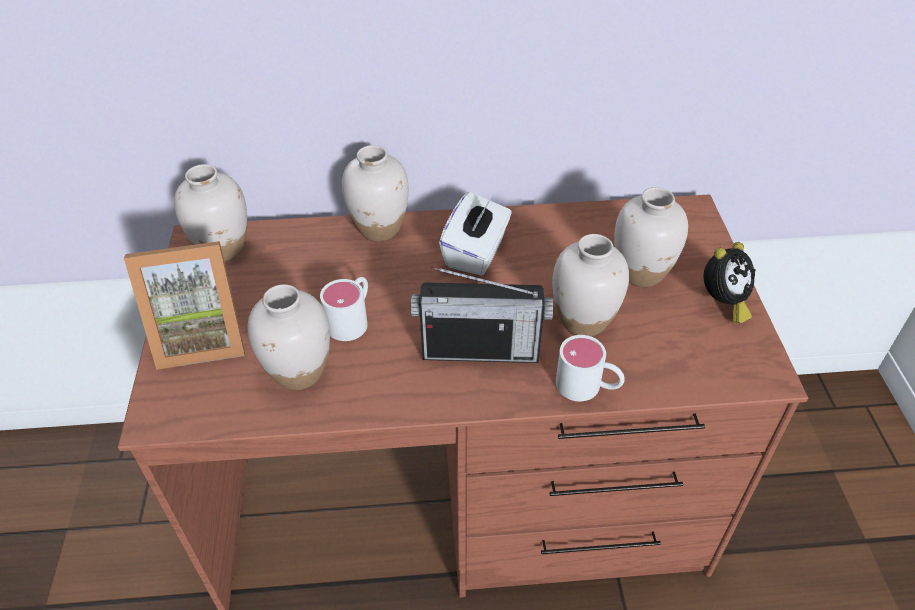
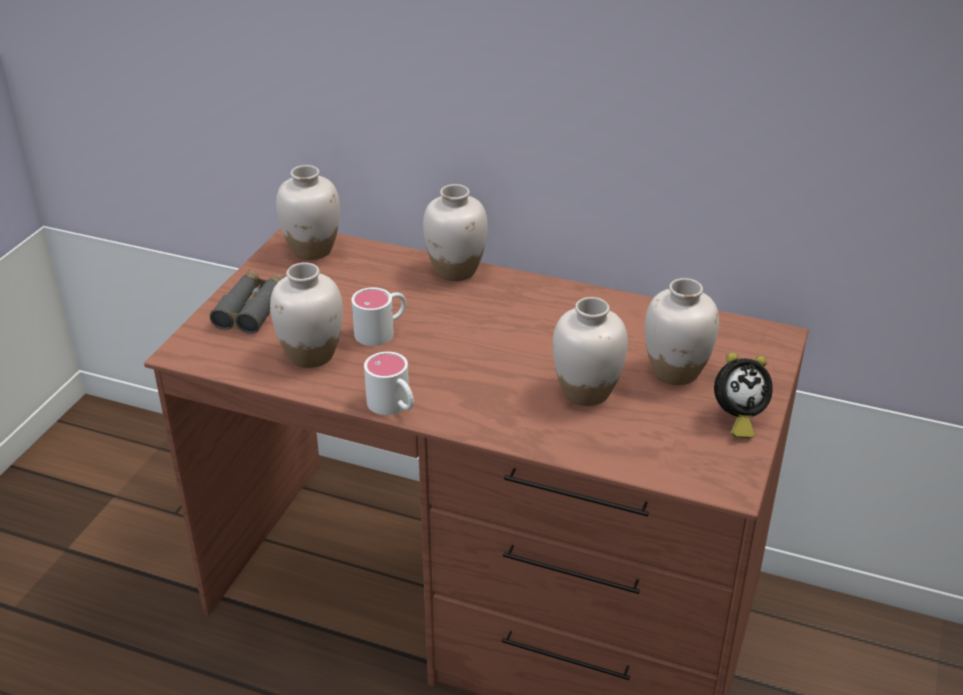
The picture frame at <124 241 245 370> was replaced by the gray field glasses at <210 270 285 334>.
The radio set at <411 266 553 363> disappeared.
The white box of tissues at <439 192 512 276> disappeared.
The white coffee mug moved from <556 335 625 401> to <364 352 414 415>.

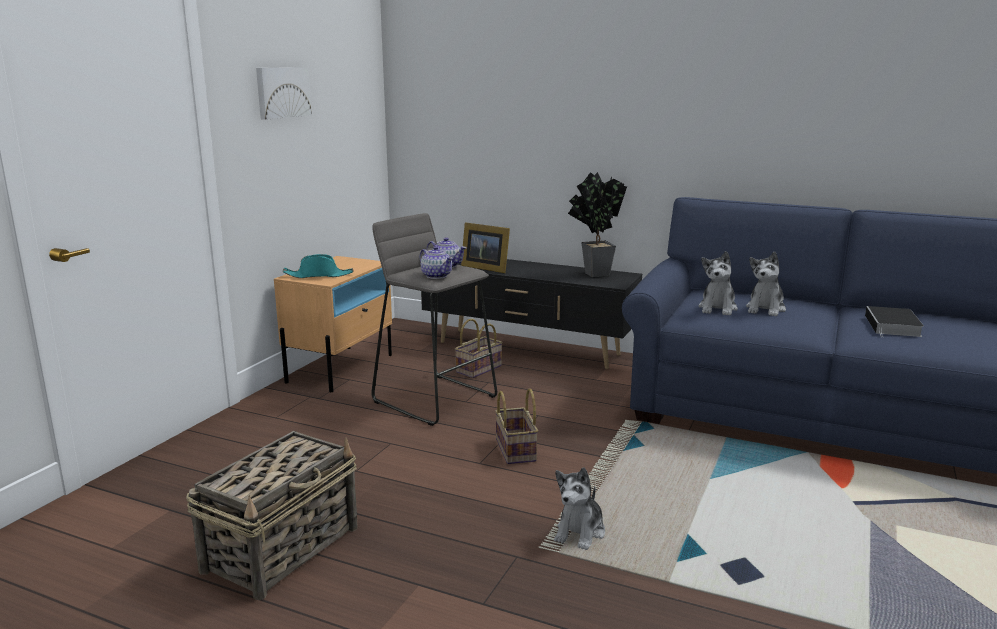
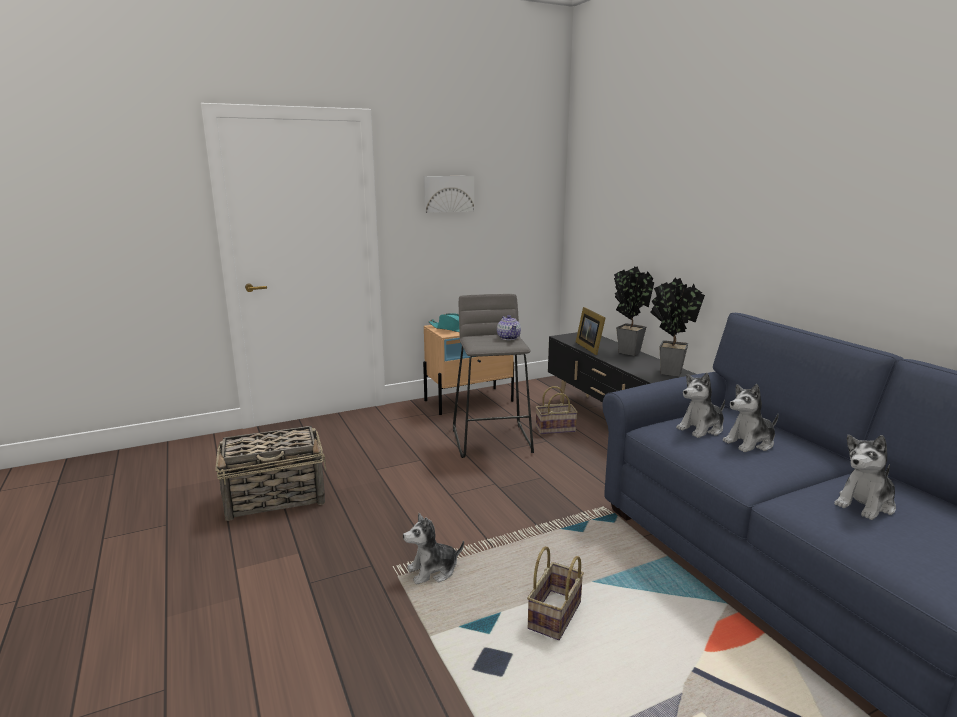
The tea pot at <420 246 453 279> disappeared.
The storage basket moved from <495 388 538 464> to <527 546 584 640>.
The bound book at <865 306 924 337> was replaced by the cuddly toy at <834 435 896 520>.
The plant in a pot at <614 266 654 356> appeared.

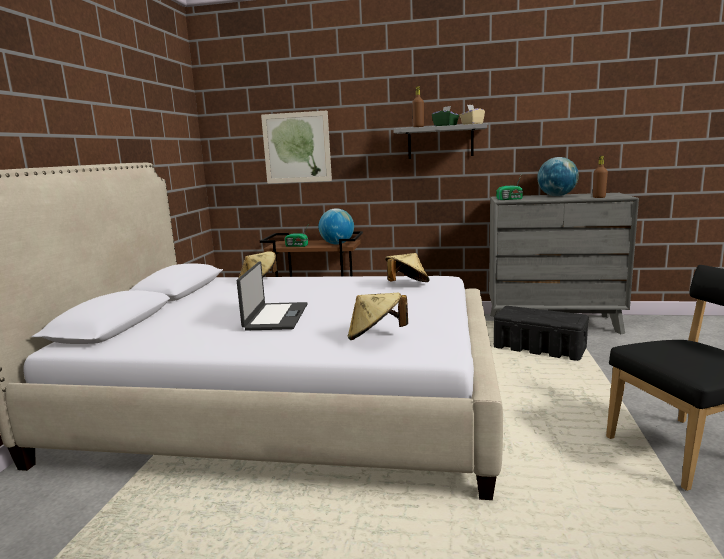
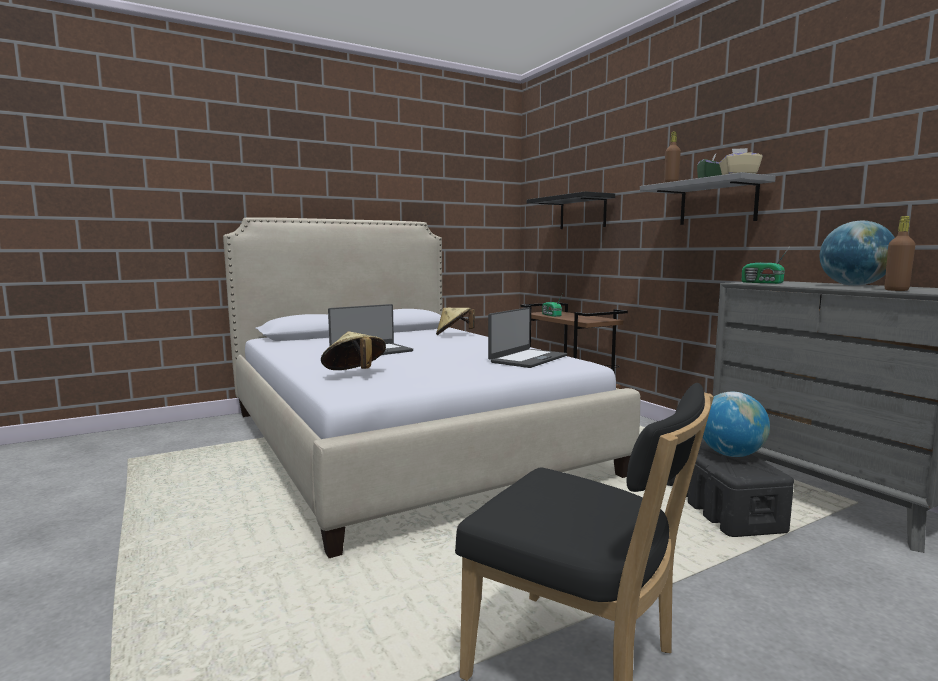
The wall picture at <261 110 332 184> was replaced by the black bracket shelf at <527 191 615 229>.
The globe moved from <319 208 354 244> to <703 392 770 457>.
The beige clothing hat at <385 253 430 282> was replaced by the laptop at <488 307 567 368>.

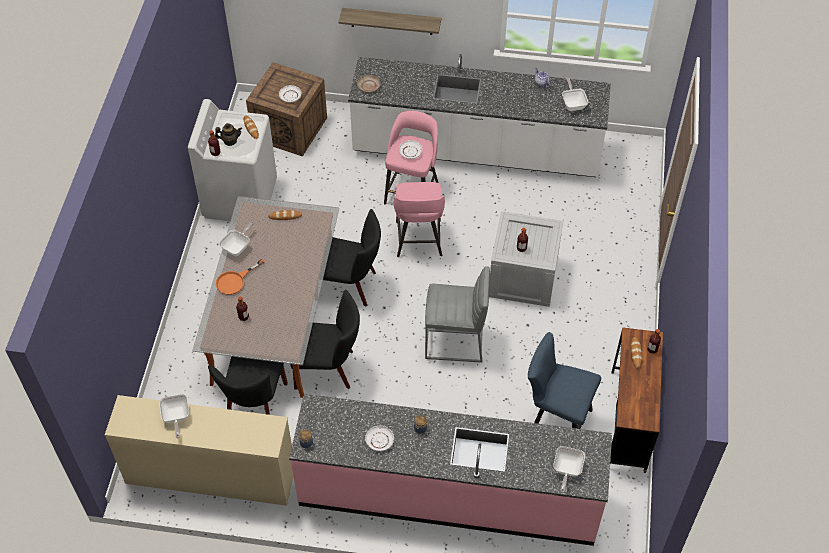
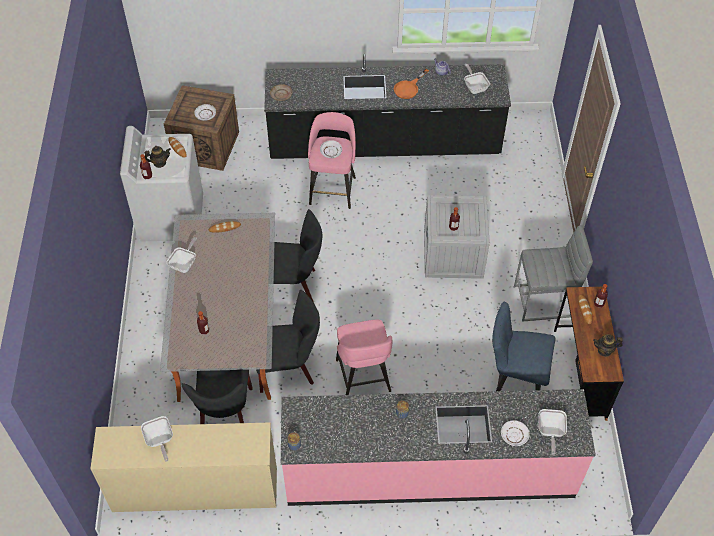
The orangey frying pan moved from <216 259 265 295> to <394 69 429 99>.
The bracket shelf at <339 8 441 35> disappeared.
The white kitchen base unit at <348 54 611 177> became the black kitchen base unit at <264 54 511 159>.
The white plate moved from <365 426 394 451> to <501 420 530 446>.
The pink-coloured stool seat moved from <394 182 445 257> to <336 320 392 395>.
The gray stool seat moved from <425 266 490 363> to <514 226 593 322>.
The tea pot at <593 334 623 357> appeared.

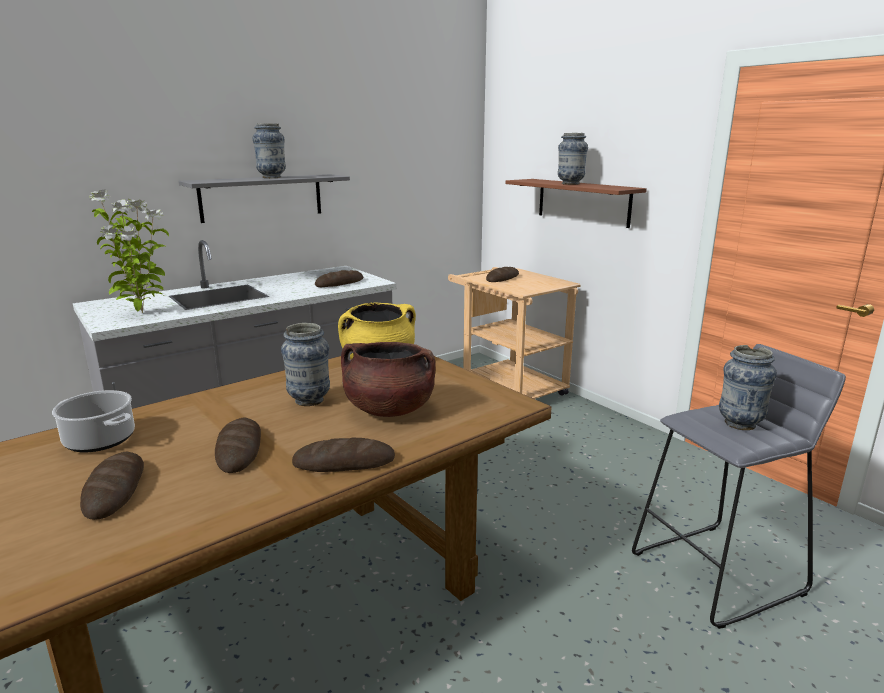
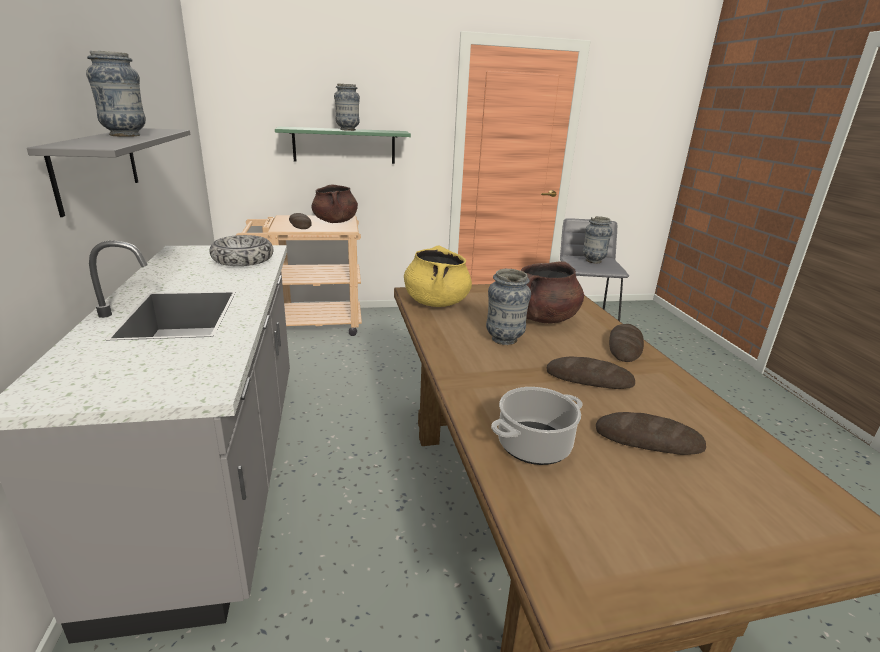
The plant in a pot at <88 190 169 313> disappeared.
The bakery bread at <315 270 363 287> was replaced by the bowl at <210 235 273 266>.
The brown bracket shelf at <506 179 647 228> became the greenish bracket shelf at <275 127 411 164>.
The brown cooking pot at <312 184 358 223> appeared.

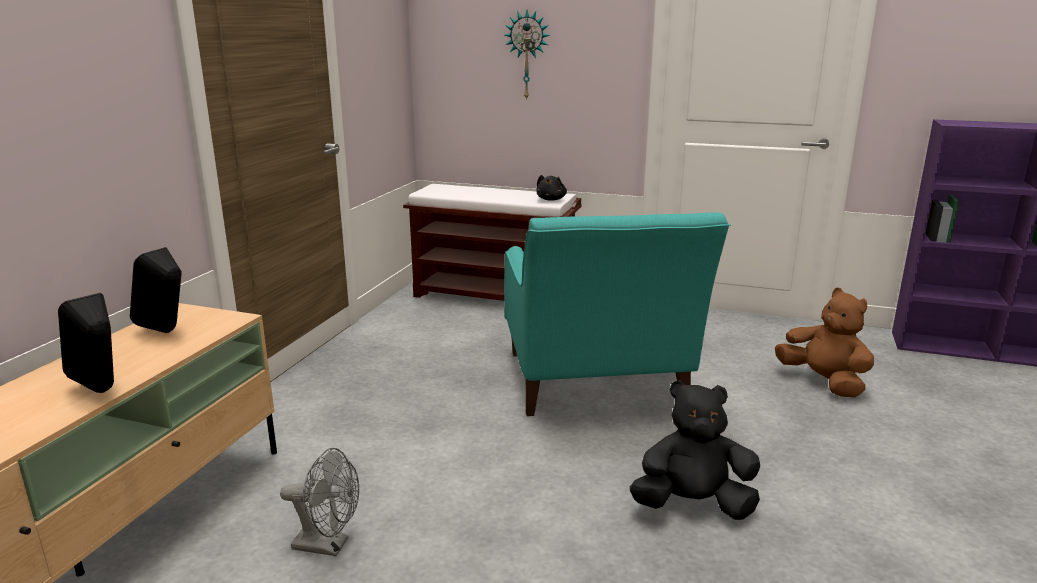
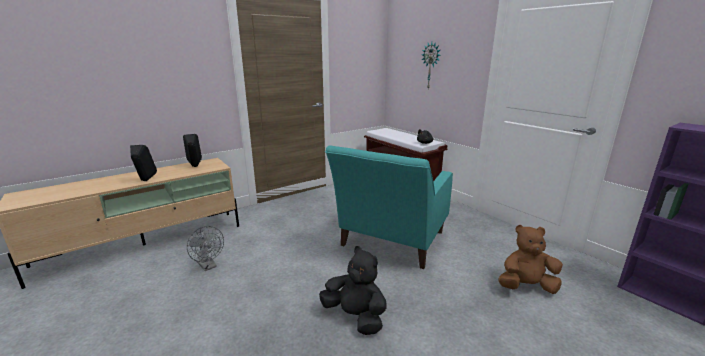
The brown cuddly toy at <775 288 874 397> turned 90 degrees counterclockwise.

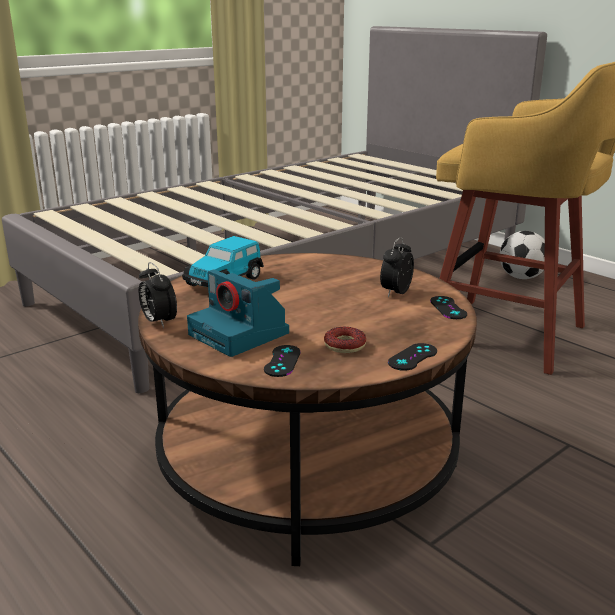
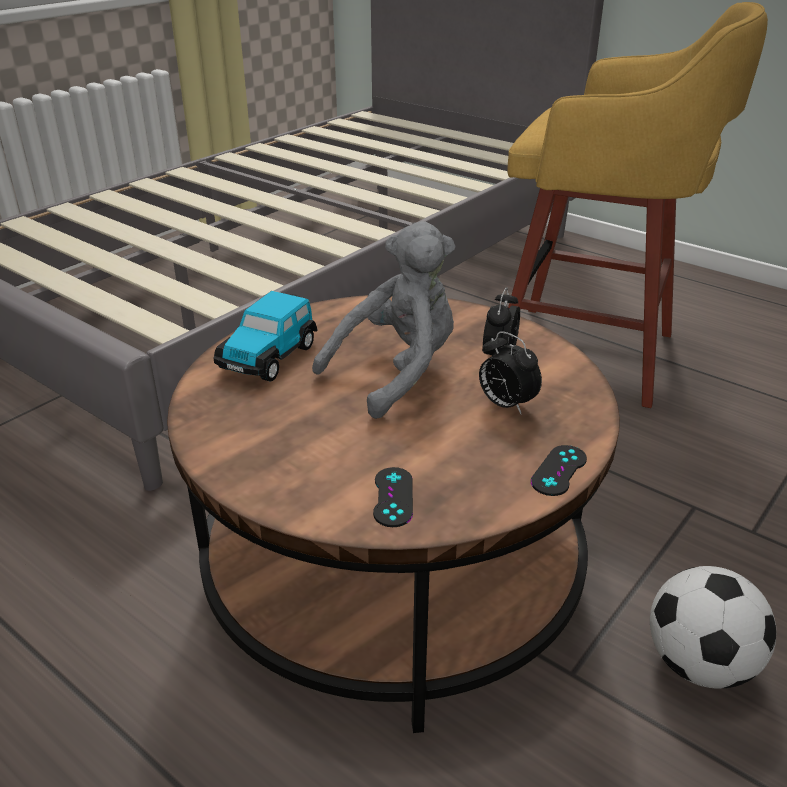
The bedside clock moved from <139 262 177 328> to <479 331 542 415>.
The photo camera at <187 269 289 357> disappeared.
The donut at <324 327 366 353> disappeared.
The black game controller at <430 296 467 319> disappeared.
The football moved from <499 231 545 279> to <650 566 776 689>.
The gray cuddly toy at <312 221 456 419> appeared.

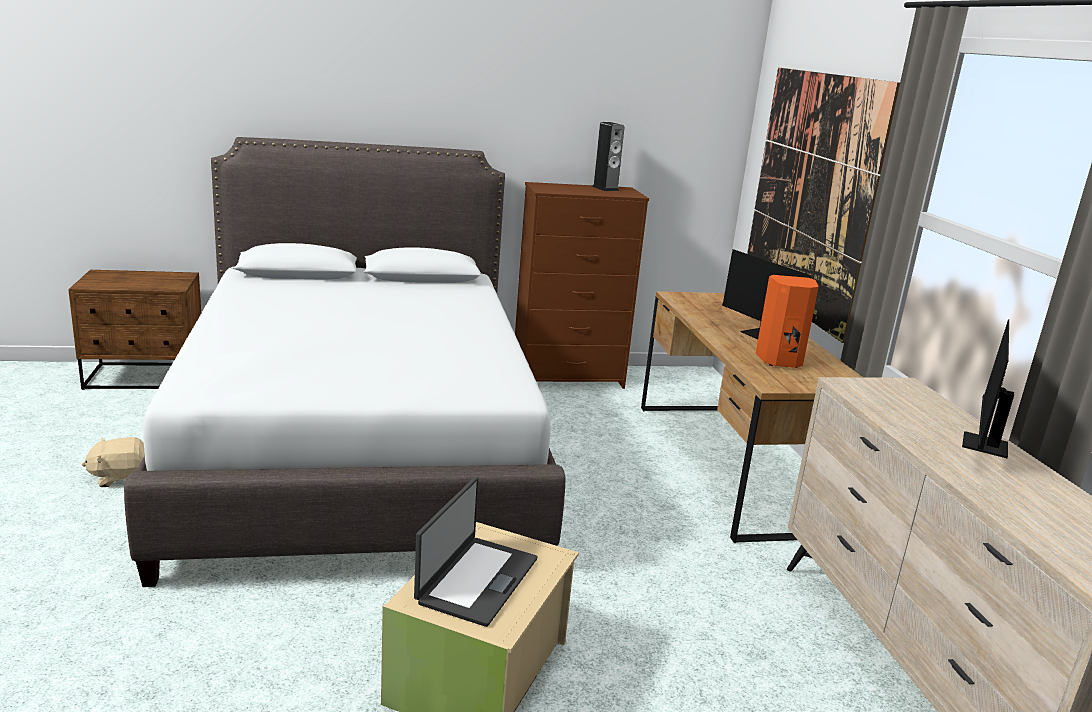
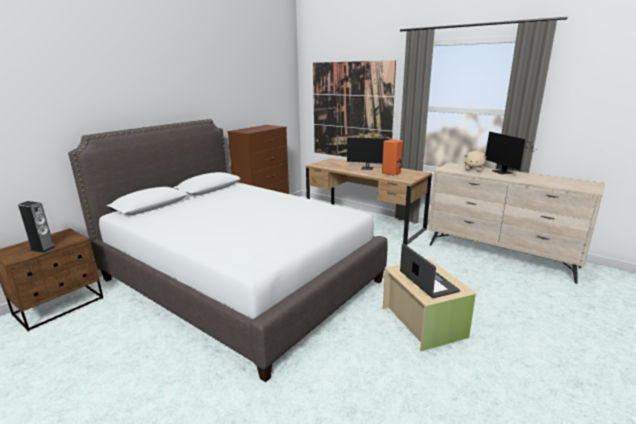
The beige cuddly toy moved from <82 437 145 487> to <464 151 487 172>.
The audio speaker moved from <592 122 625 191> to <18 201 56 253>.

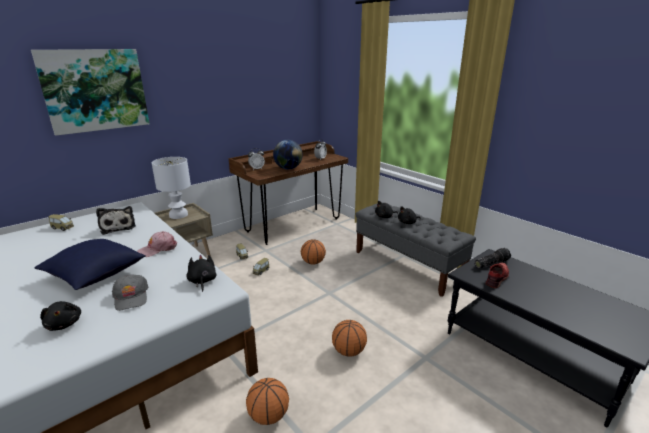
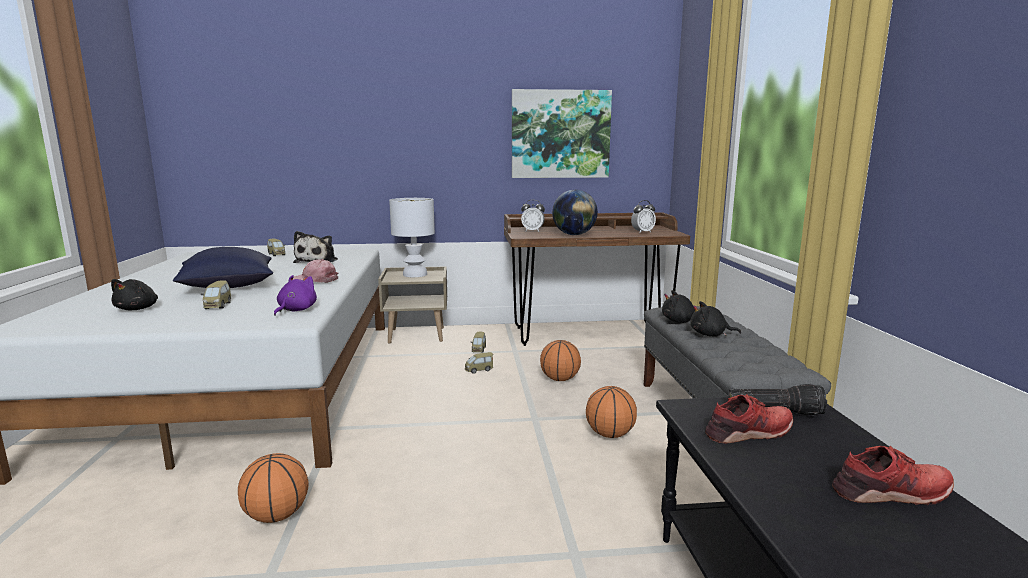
The wall picture moved from <31 49 150 136> to <512 89 612 178>.
The gray peaked cap at <112 274 149 311> was replaced by the model car at <201 280 231 309>.
The black cuddly toy at <187 255 217 292> became the purple-coloured cuddly toy at <274 275 317 316>.
The ball for basketball moved from <332 320 367 357> to <586 386 637 438>.
The red low shoe at <832 446 954 505> appeared.

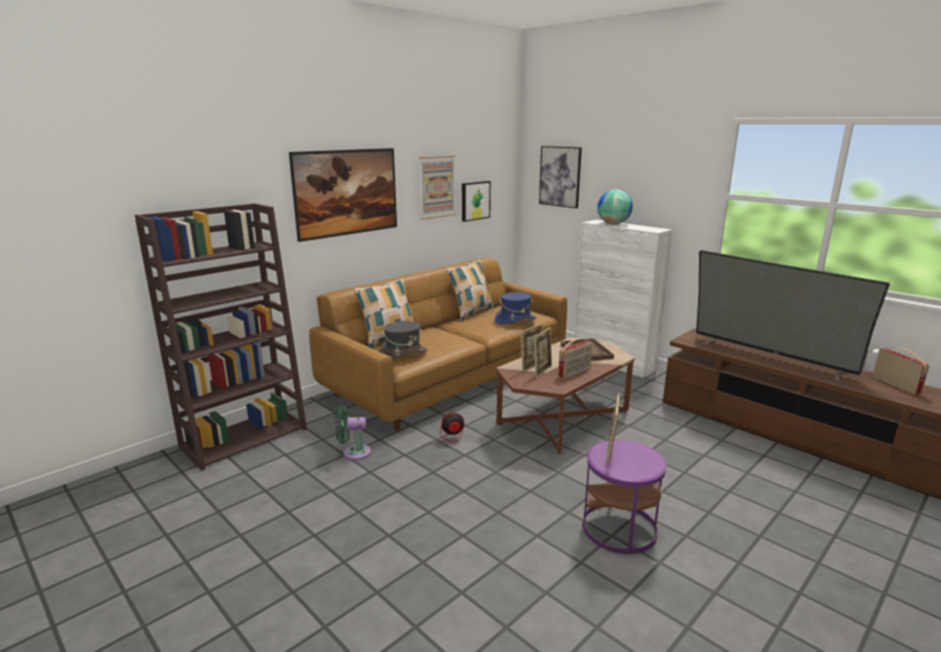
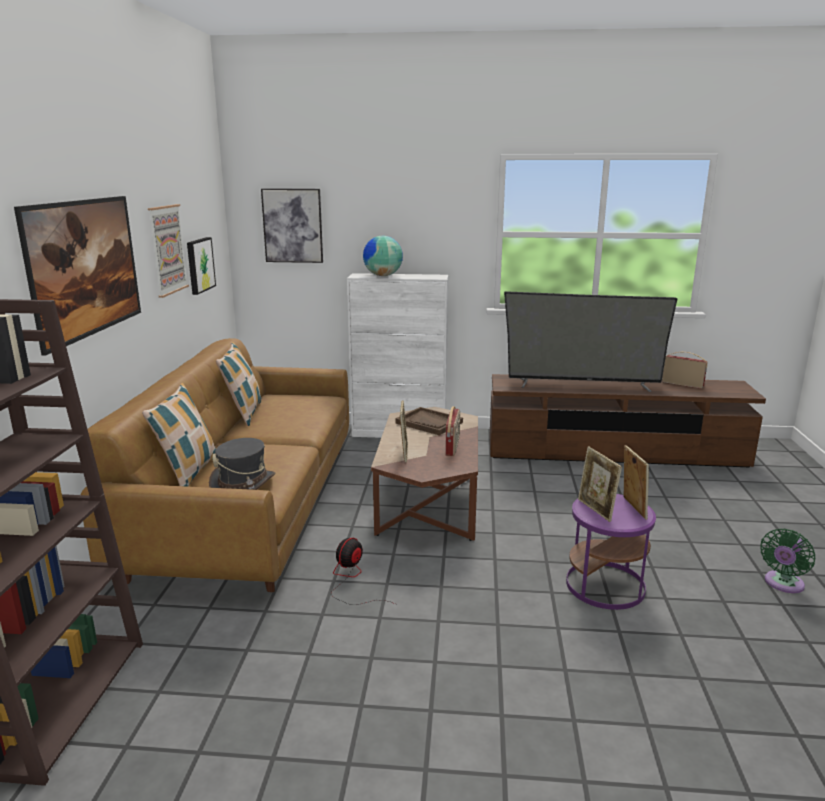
The greenish fan moved from <335 405 371 460> to <760 528 815 593>.
The blue-coloured clothing hat at <495 292 536 324> disappeared.
The picture frame moved from <534 327 552 378> to <623 445 649 520>.

